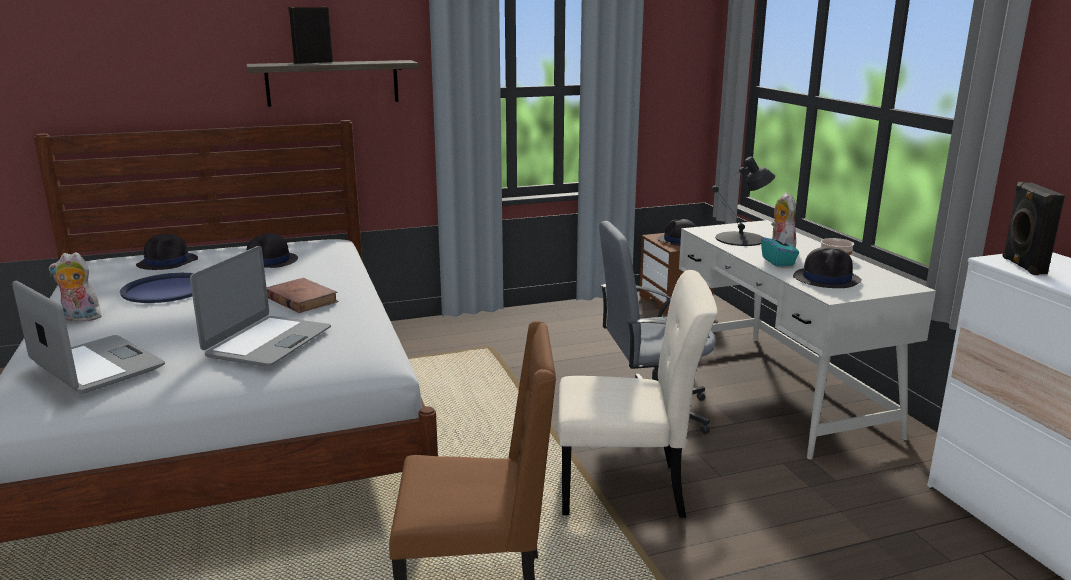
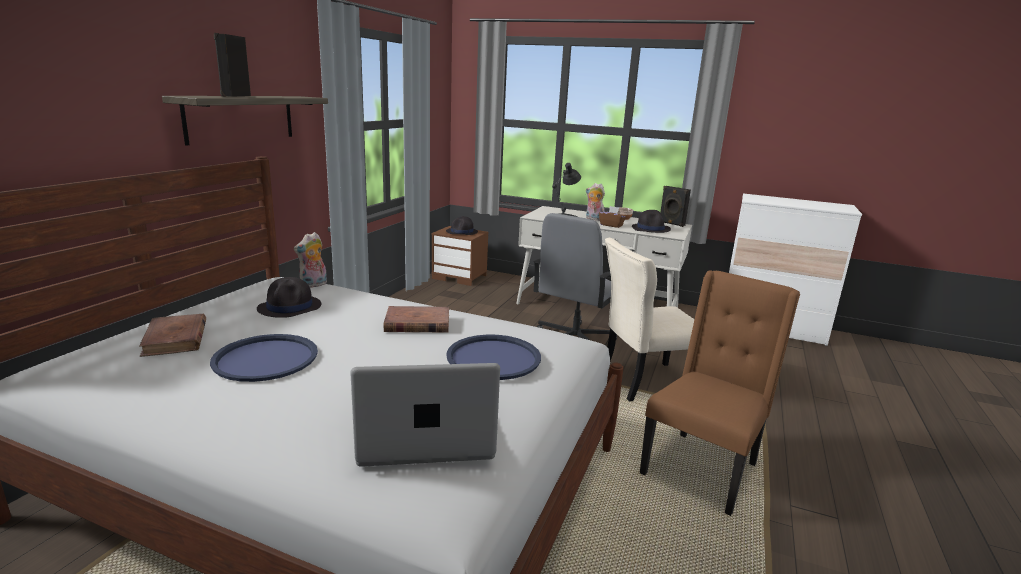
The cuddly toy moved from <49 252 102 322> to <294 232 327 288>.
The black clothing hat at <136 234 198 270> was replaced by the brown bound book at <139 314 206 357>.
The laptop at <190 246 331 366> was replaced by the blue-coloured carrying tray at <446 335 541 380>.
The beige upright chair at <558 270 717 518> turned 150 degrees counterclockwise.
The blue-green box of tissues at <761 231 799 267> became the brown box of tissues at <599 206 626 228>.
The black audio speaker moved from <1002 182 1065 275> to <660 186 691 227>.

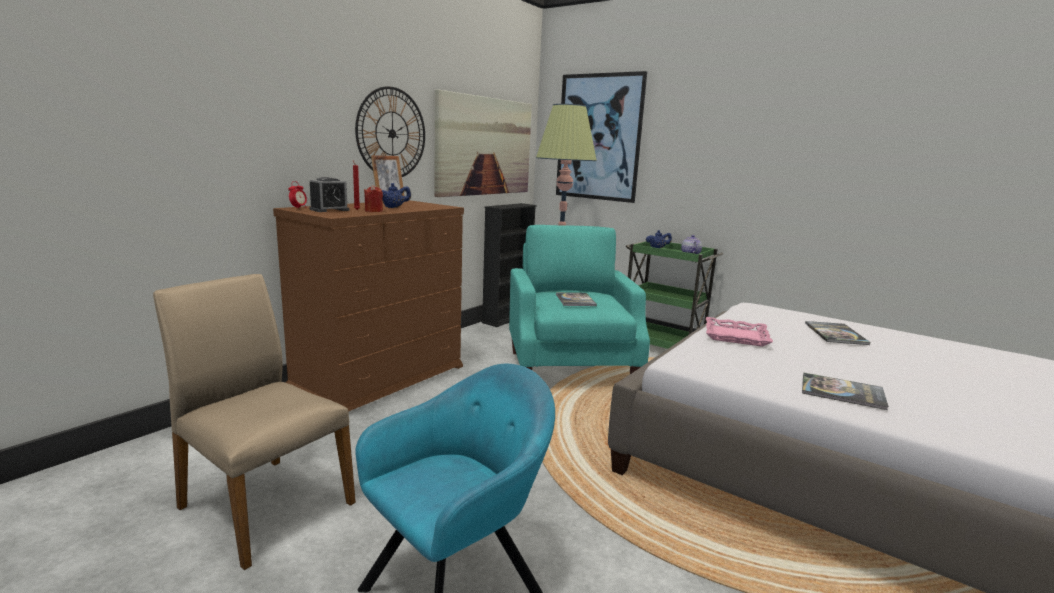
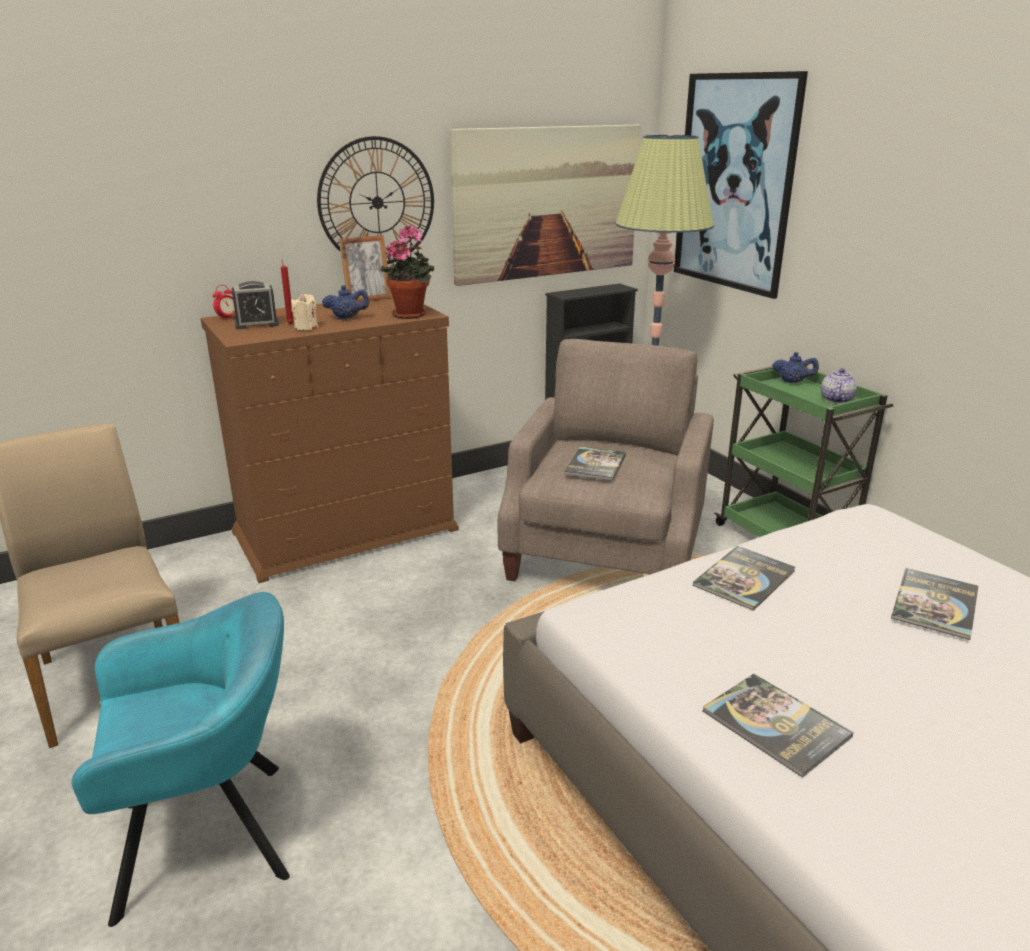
The red candle at <364 185 383 212> became the beige candle at <291 293 318 331>.
The blue-green armchair at <509 225 650 374> became the beige armchair at <498 339 714 581>.
The pink-coloured carrying tray at <706 317 773 347> was replaced by the bound book at <693 546 795 611>.
The plant in a pot at <380 225 434 319> appeared.

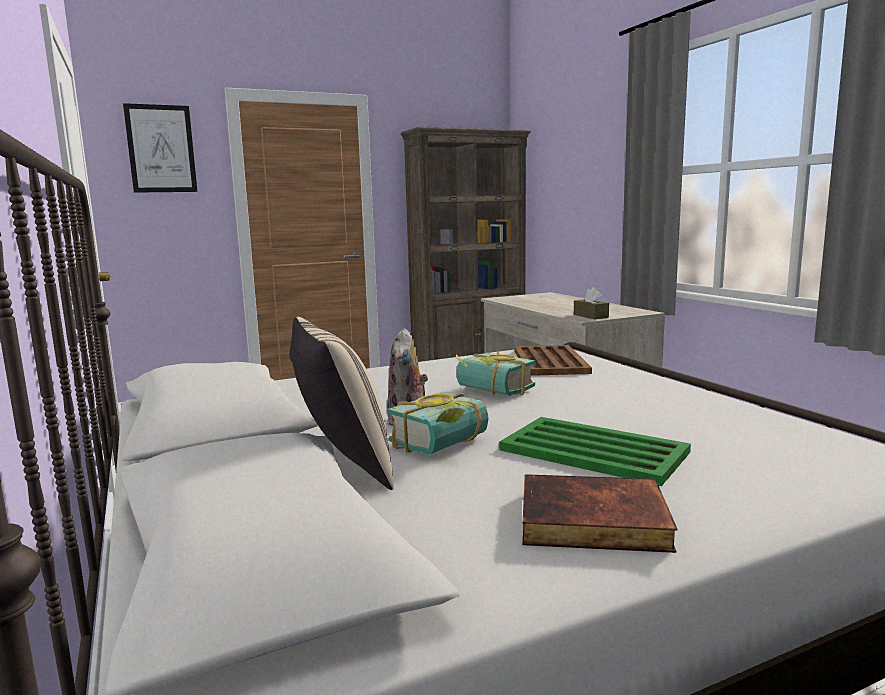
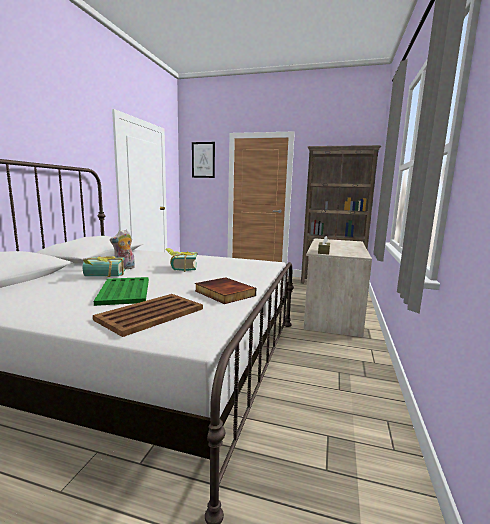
The beige cushion at <289 317 394 490> disappeared.
The brown carrying tray moved from <514 345 592 376> to <93 294 203 337>.
The bound book moved from <523 474 677 553> to <195 277 256 304>.

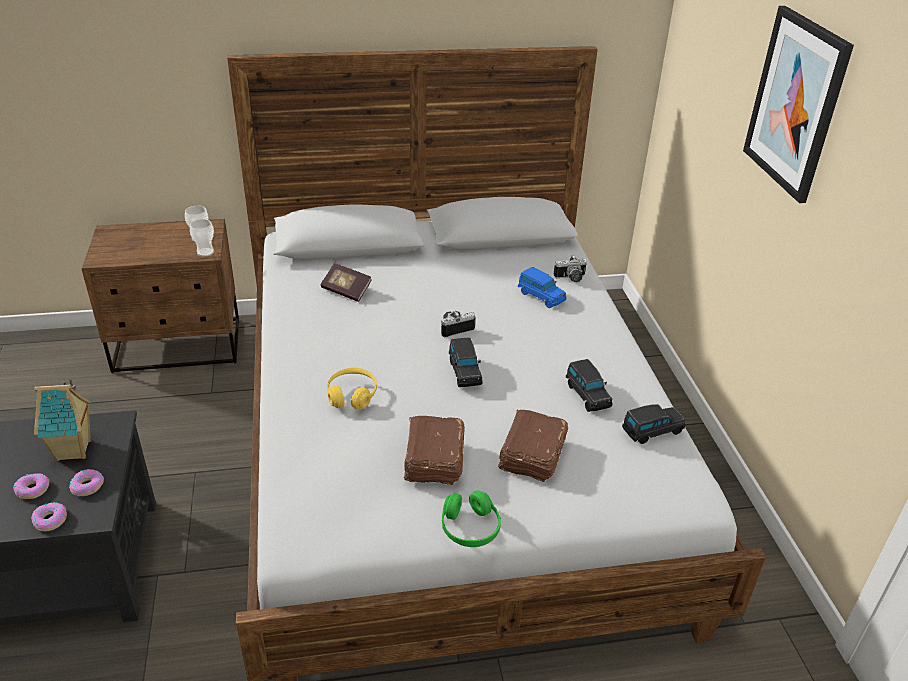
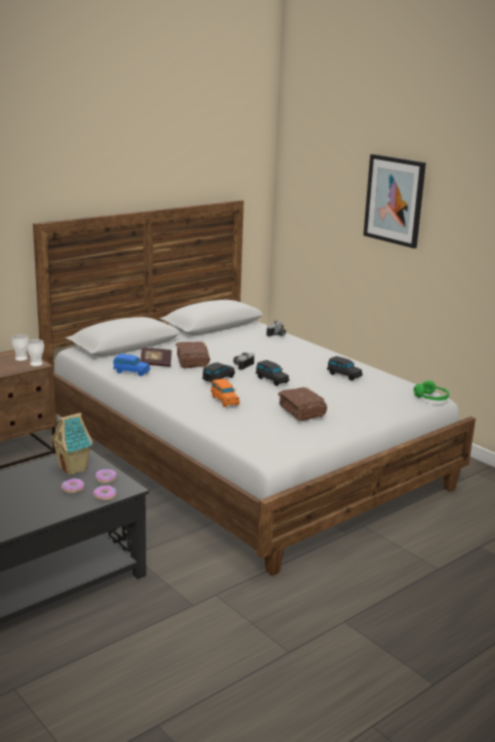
The yellowish headset at <327 368 377 410> was replaced by the orangey model car at <211 379 240 407>.
The greenish headset moved from <442 490 501 547> to <414 380 449 401>.
The brown bound book moved from <498 410 568 482> to <176 342 210 368>.
The blue-coloured model car moved from <518 267 567 308> to <113 354 150 376>.
The black model car moved from <622 404 685 444> to <202 362 235 382>.

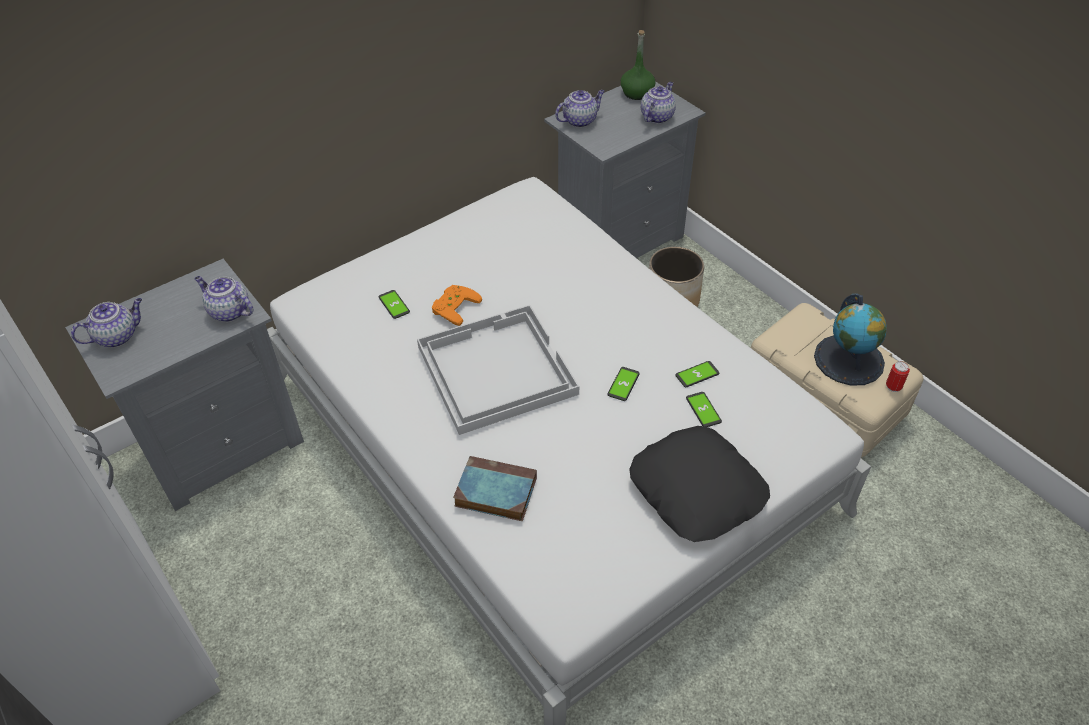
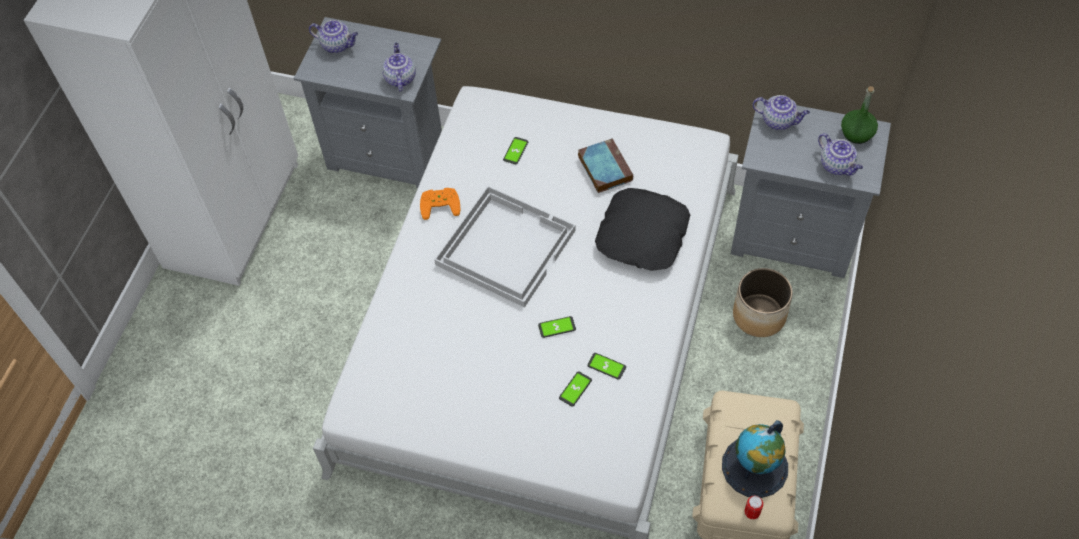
The orangey game controller moved from <432 285 482 326> to <420 188 460 220>.
The bound book moved from <453 456 537 521> to <578 138 633 193>.
The black cushion moved from <629 426 770 542> to <595 188 690 271>.
The tea pot at <641 82 676 124> turned 60 degrees clockwise.

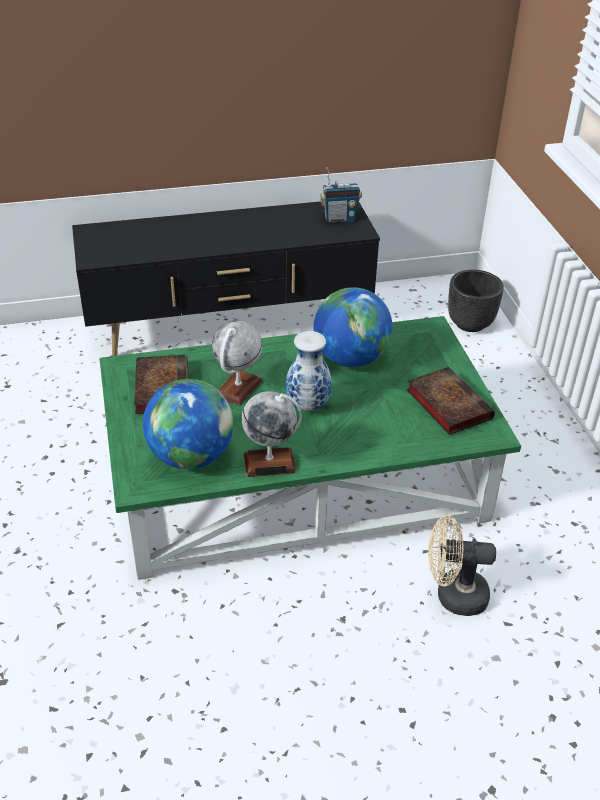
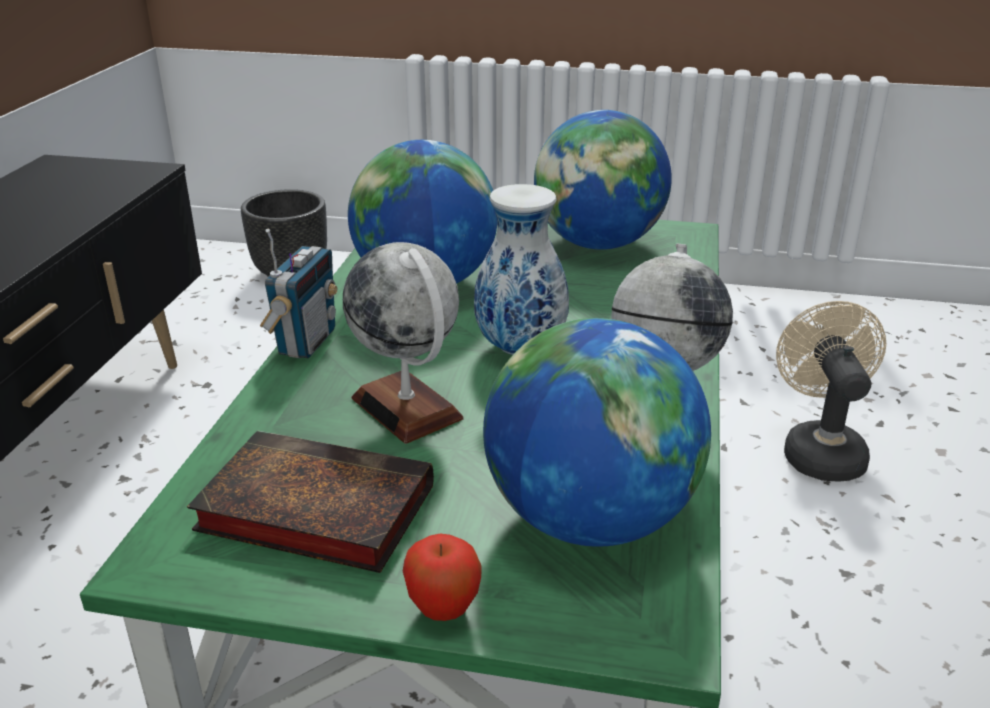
The radio set moved from <320 167 362 223> to <260 229 338 358>.
The bound book at <406 367 495 435> was replaced by the globe at <534 110 672 250>.
The beige fan at <428 515 496 616> turned 150 degrees clockwise.
The apple at <403 534 482 621> appeared.

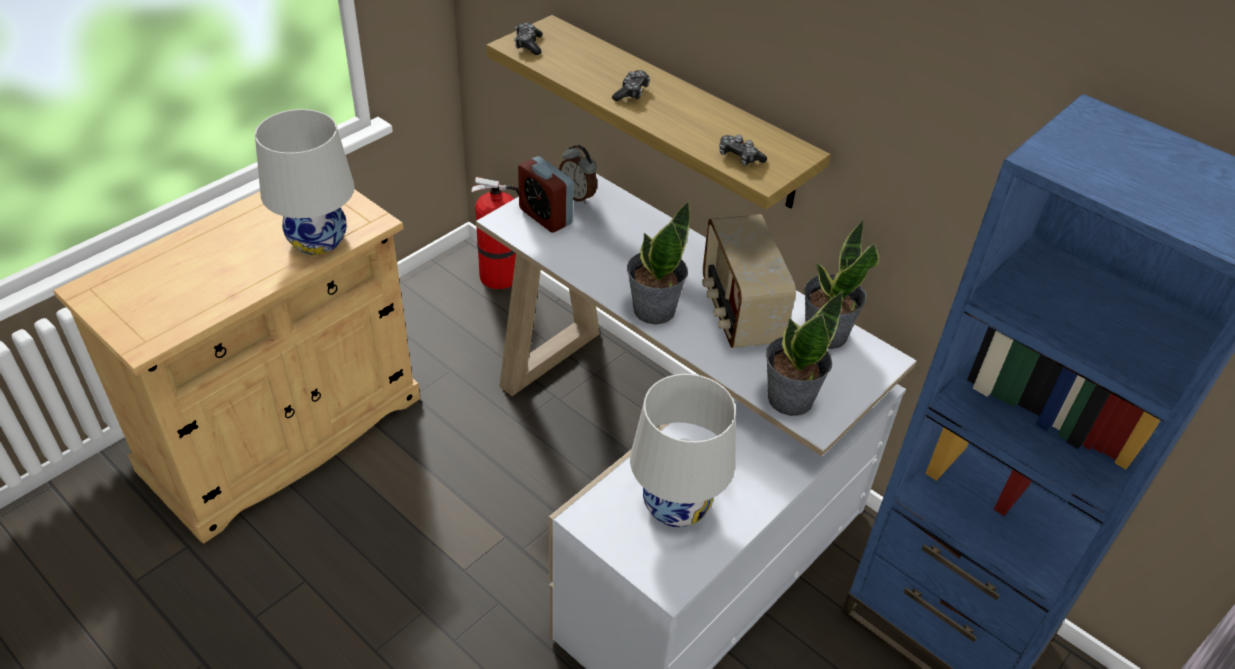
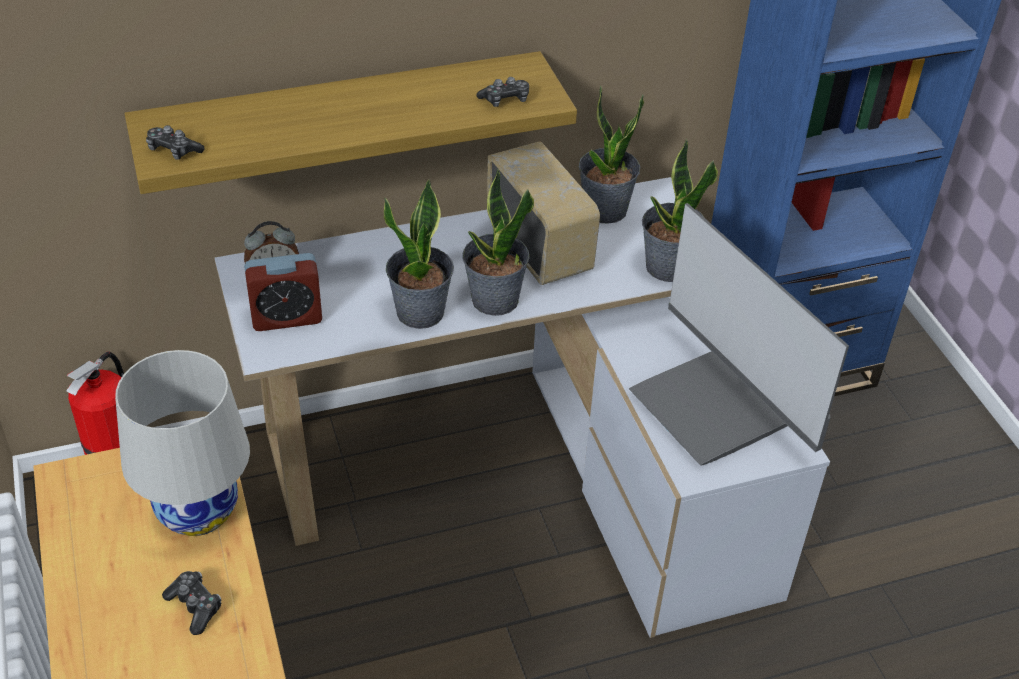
The game controller moved from <612 70 650 101> to <162 571 221 635>.
The white table lamp at <630 374 736 527> was replaced by the monitor at <629 203 849 466>.
The radio set at <702 214 796 348> turned 135 degrees counterclockwise.
The plant in a pot at <384 179 454 329> appeared.

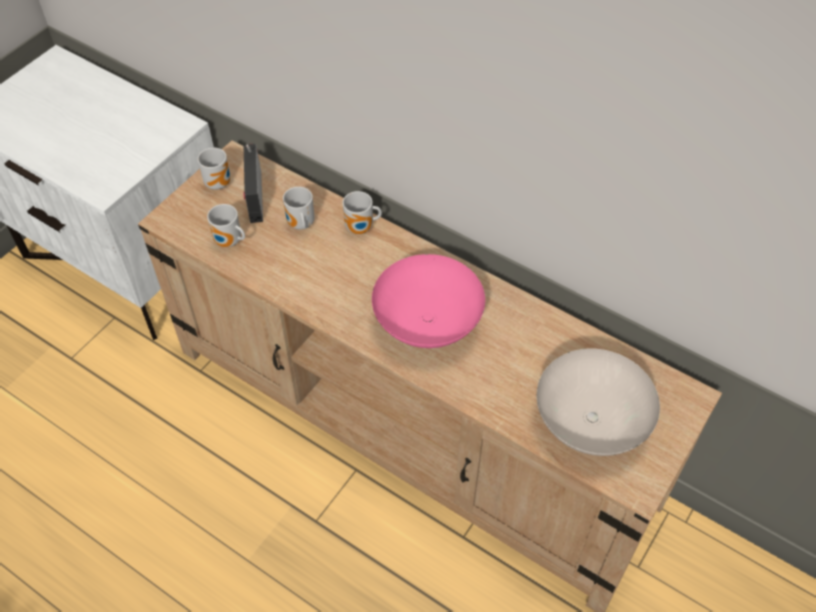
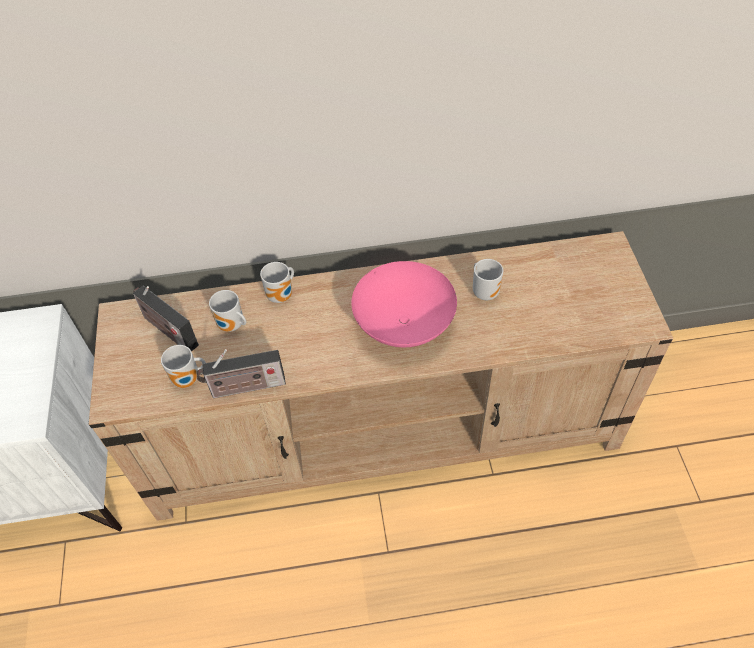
The coffee mug moved from <198 148 230 190> to <473 259 503 300>.
The white bowl at <537 348 660 456> disappeared.
The radio set at <197 349 286 398> appeared.

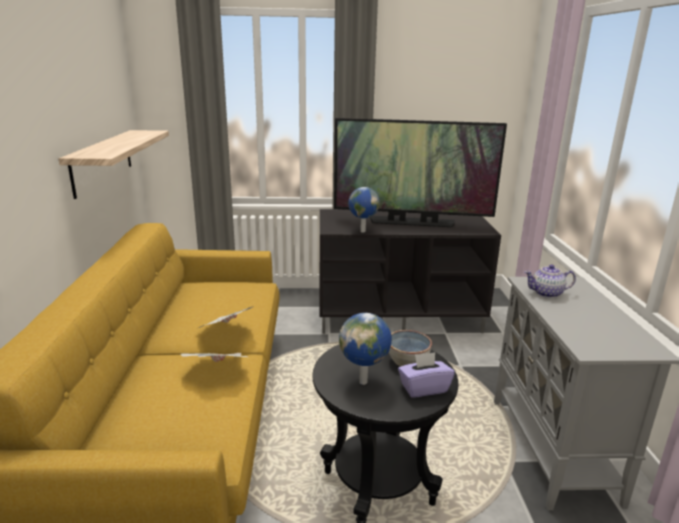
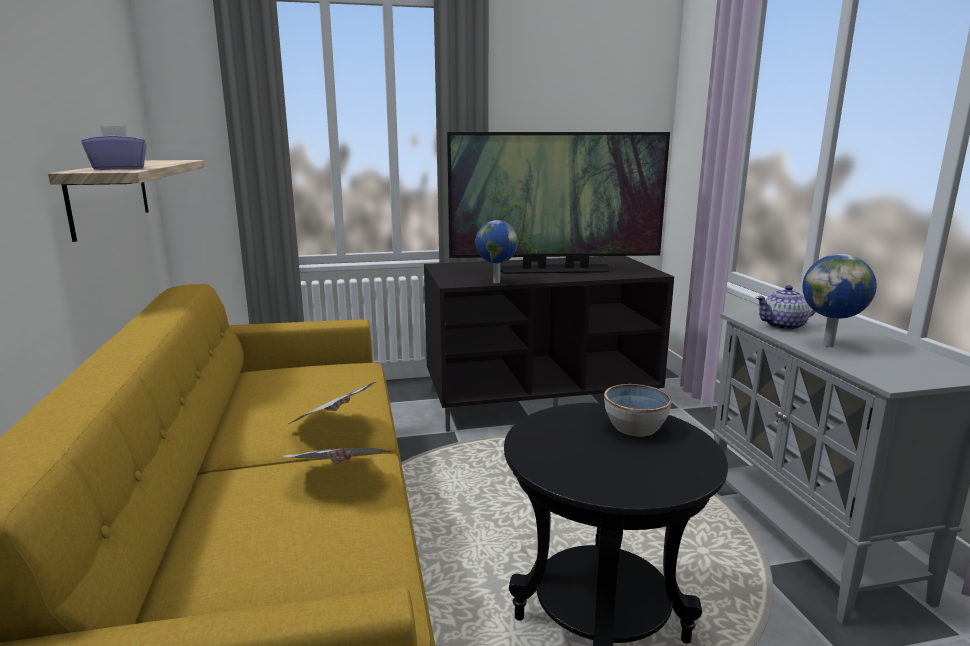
The globe moved from <339 313 392 385> to <802 254 877 347>.
The purple-coloured box of tissues moved from <398 352 455 398> to <82 125 147 170>.

